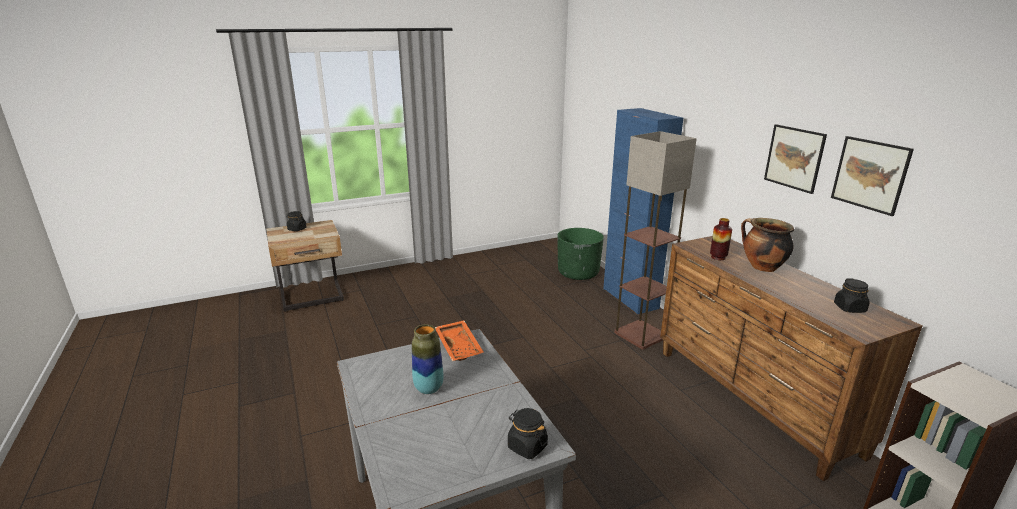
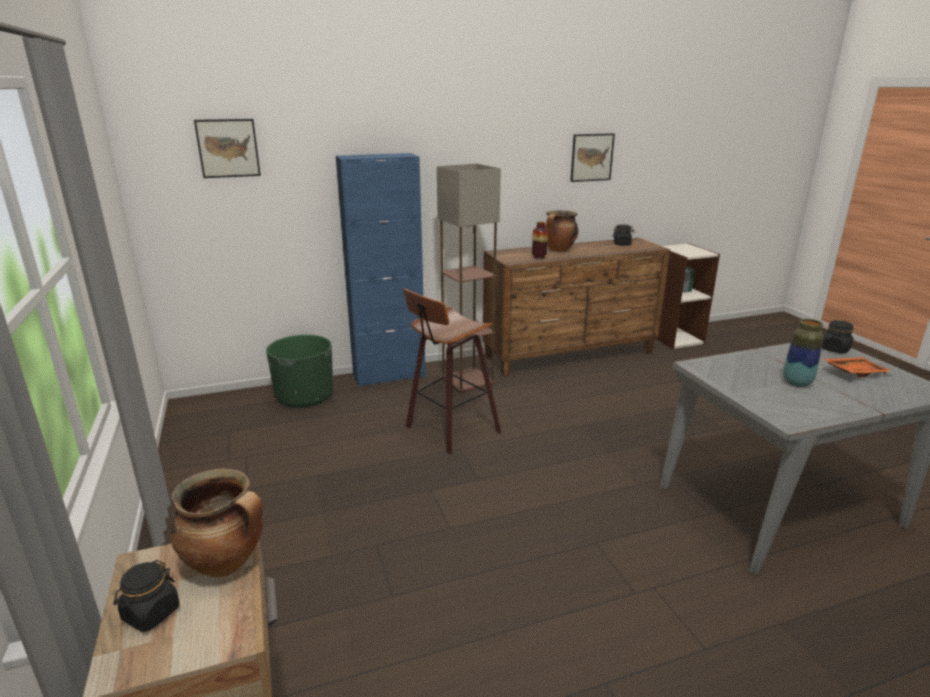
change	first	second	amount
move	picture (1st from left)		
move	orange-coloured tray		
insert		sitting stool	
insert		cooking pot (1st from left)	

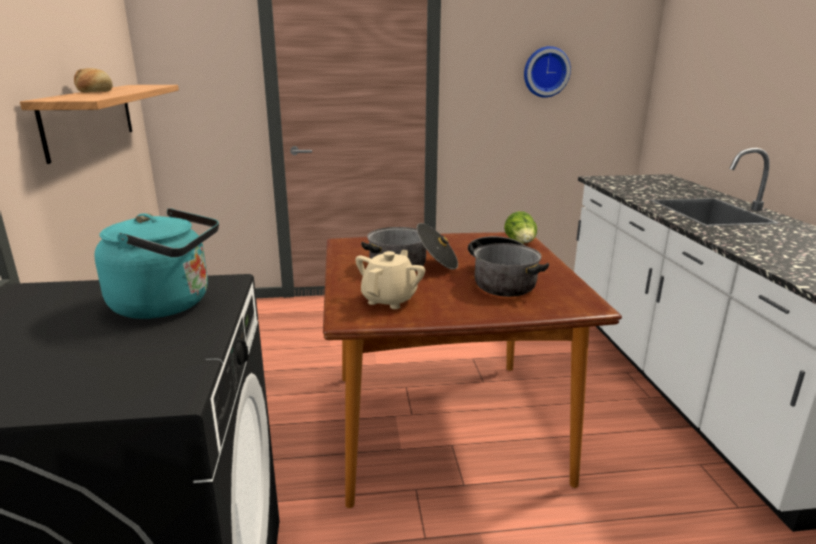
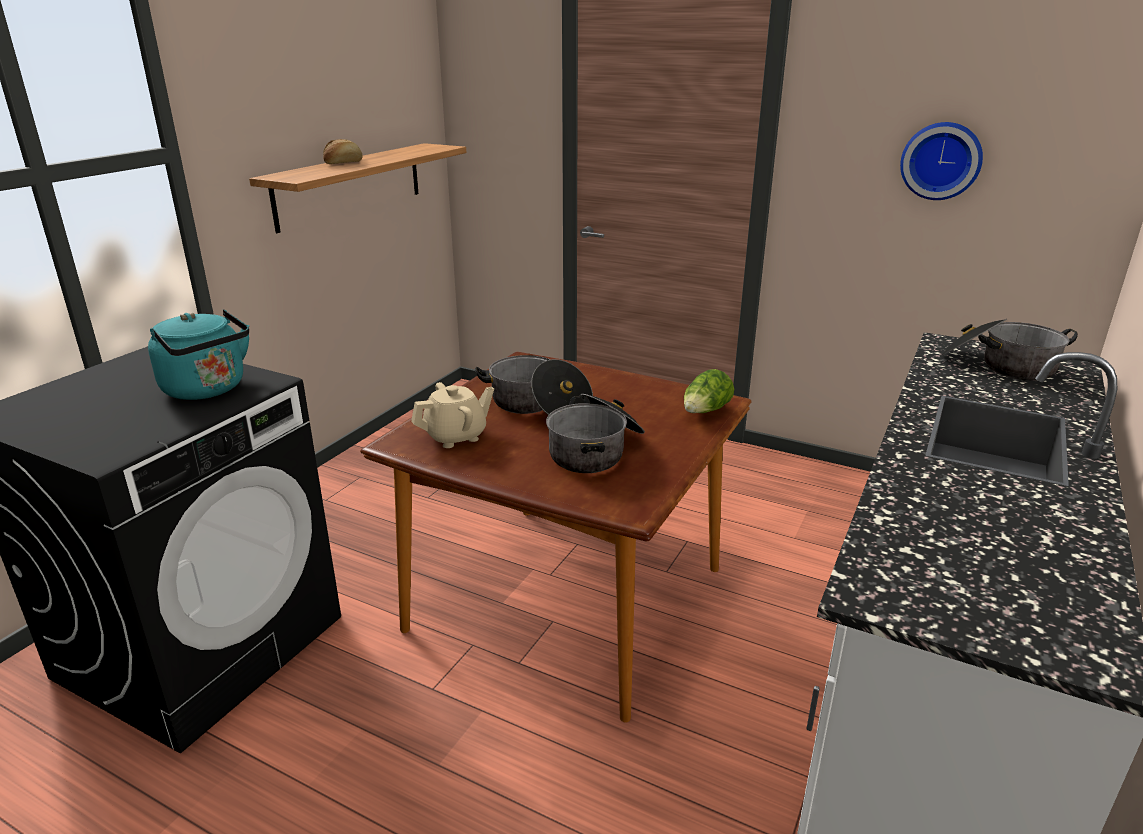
change	first	second	amount
insert		cooking pot (3rd from left)	

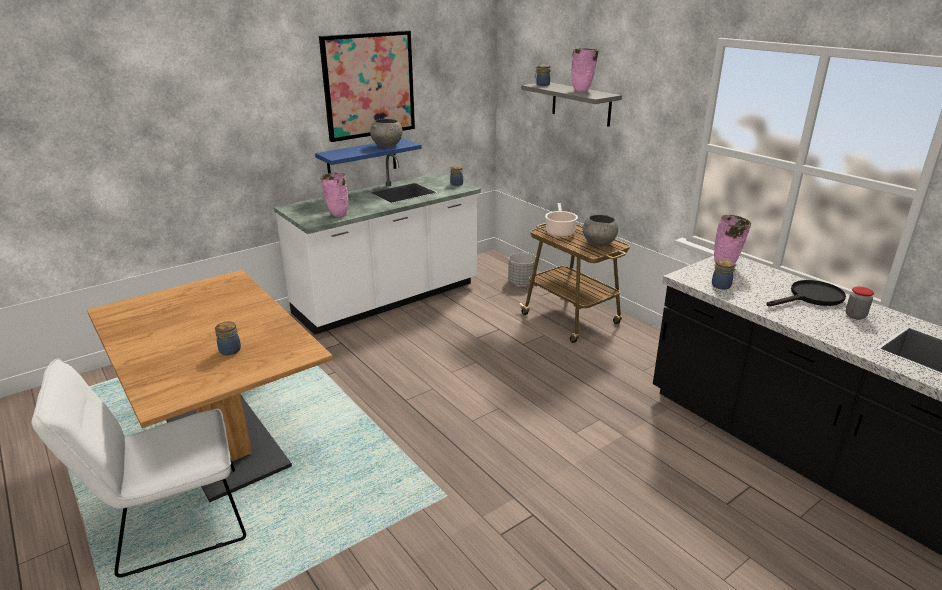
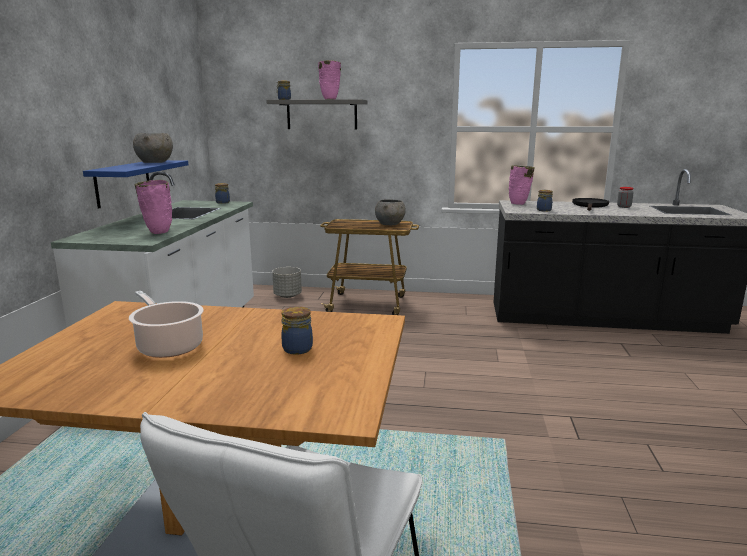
change	first	second	amount
delete	picture		
move	cooking pot		

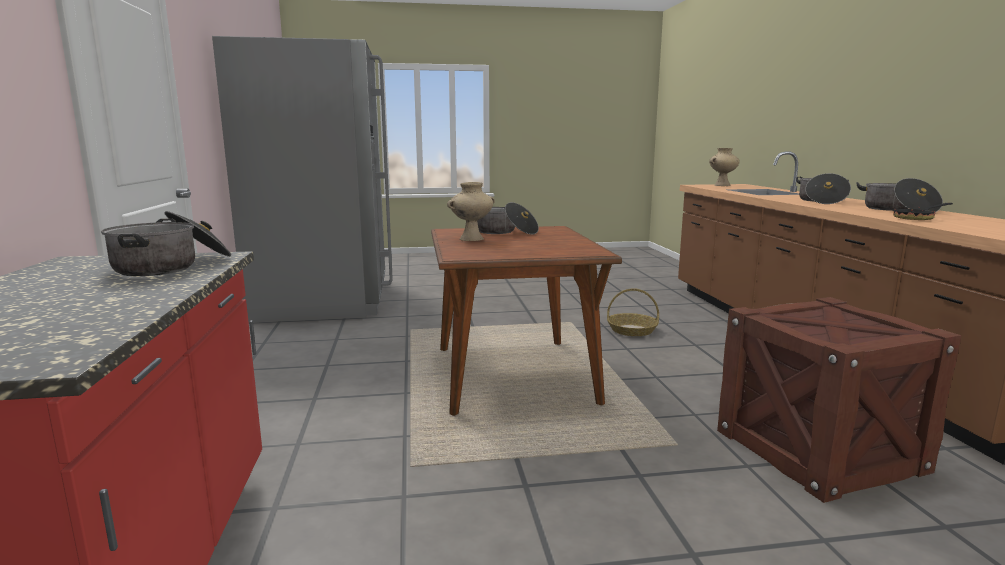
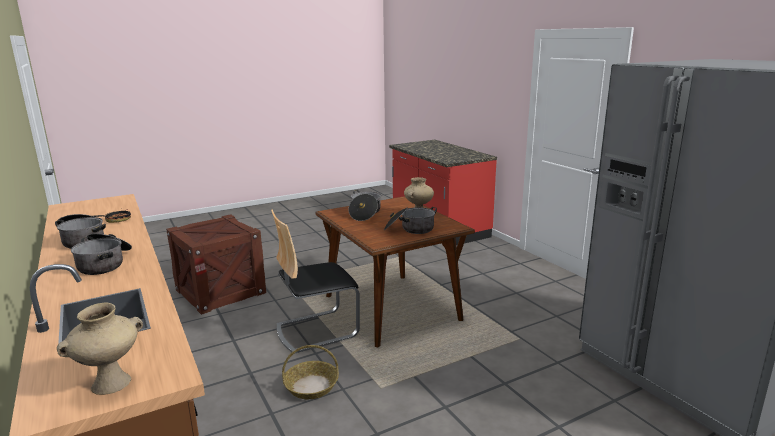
change	first	second	amount
move	cooking pot (1st from left in the first image)	cooking pot (3rd from left)	
insert		upright chair	

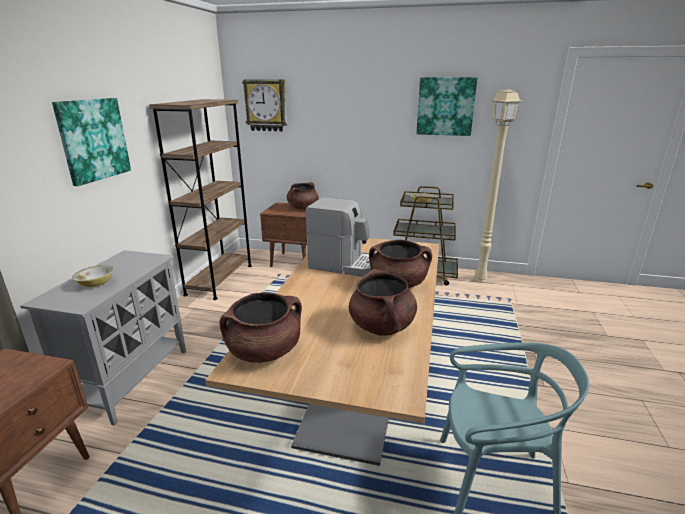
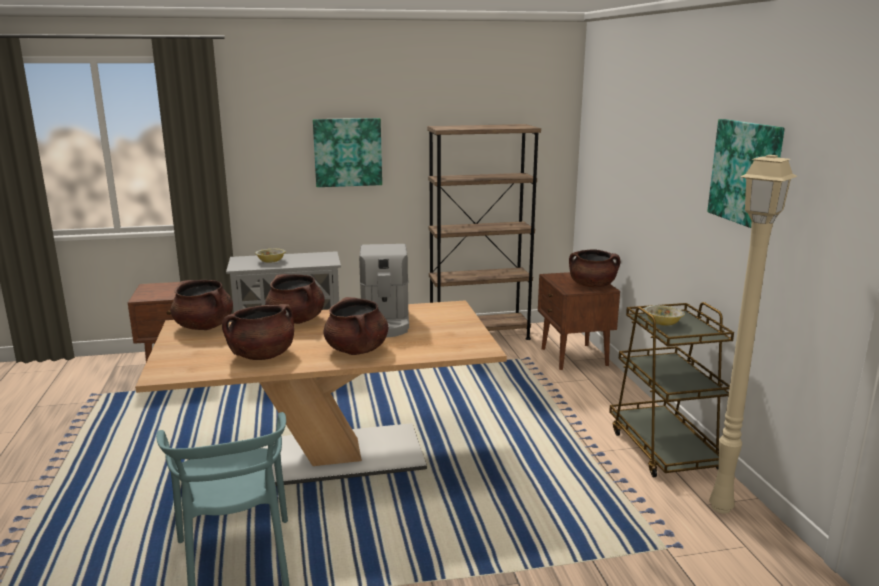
change	first	second	amount
delete	clock on the wall		
insert		brown-coloured cooking pot (3rd from left)	

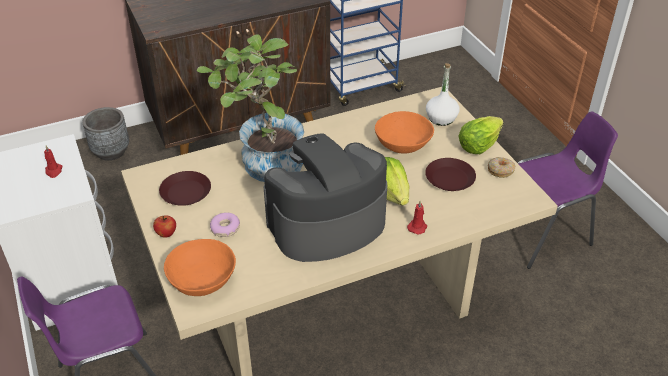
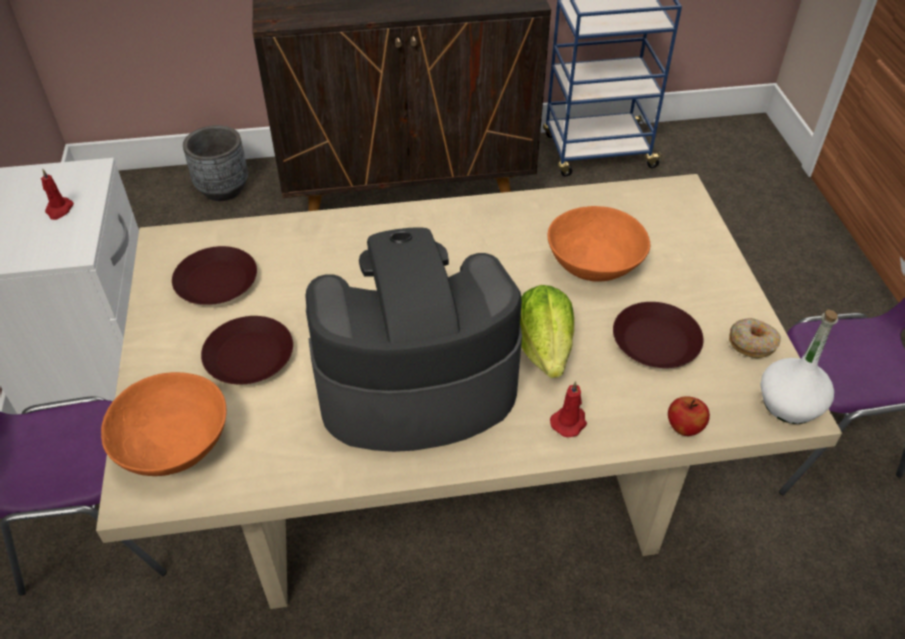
change	first	second	amount
delete	potted plant		
move	whitish drink bottle		
delete	head of lettuce (2nd from left)		
replace	donut (1st from left)	brown-coloured plate (2nd from left)	
move	whole apple		

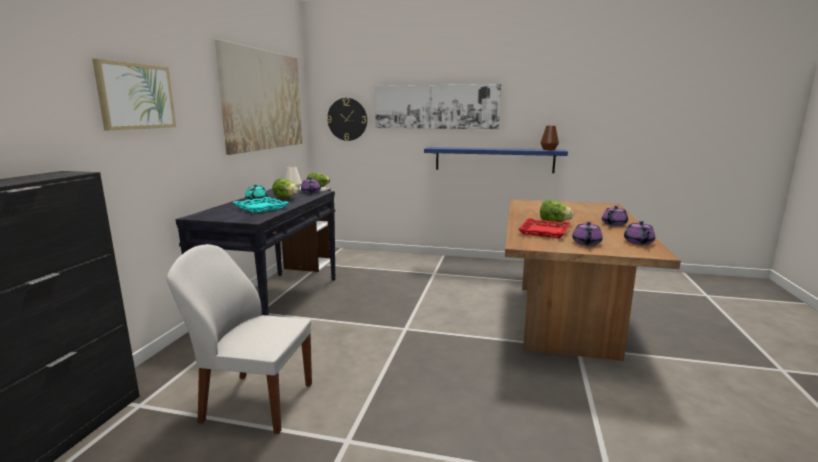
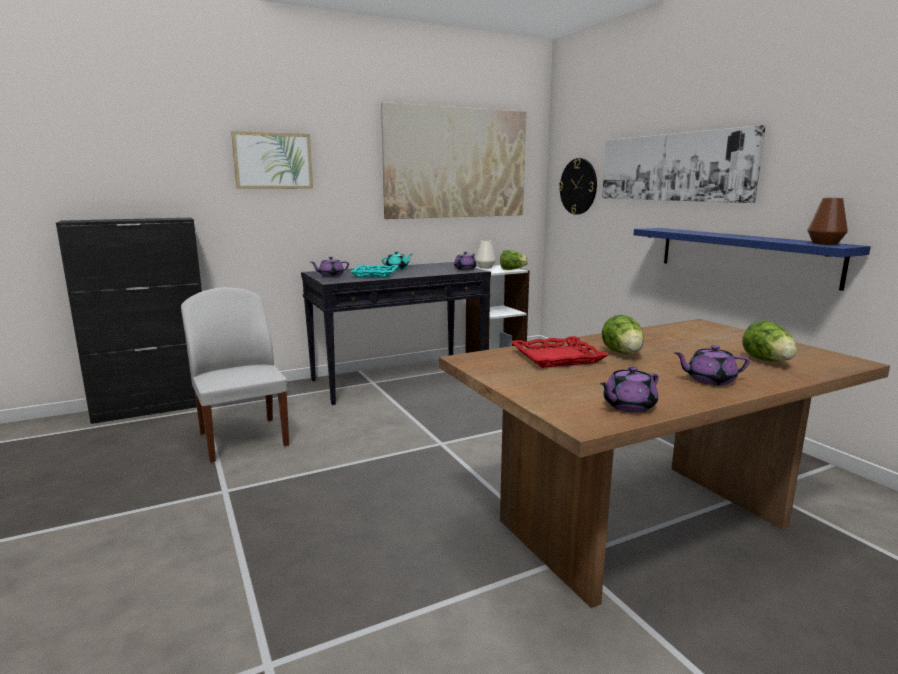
change	first	second	amount
move	head of lettuce (1st from left in the first image)	head of lettuce (3rd from left)	
move	purplish tea pot (2nd from left in the first image)	purplish tea pot (1st from left)	

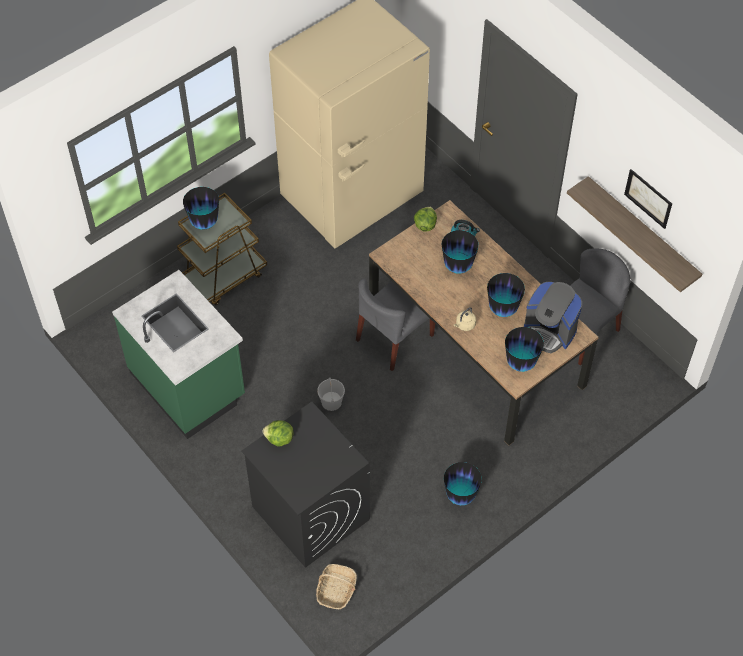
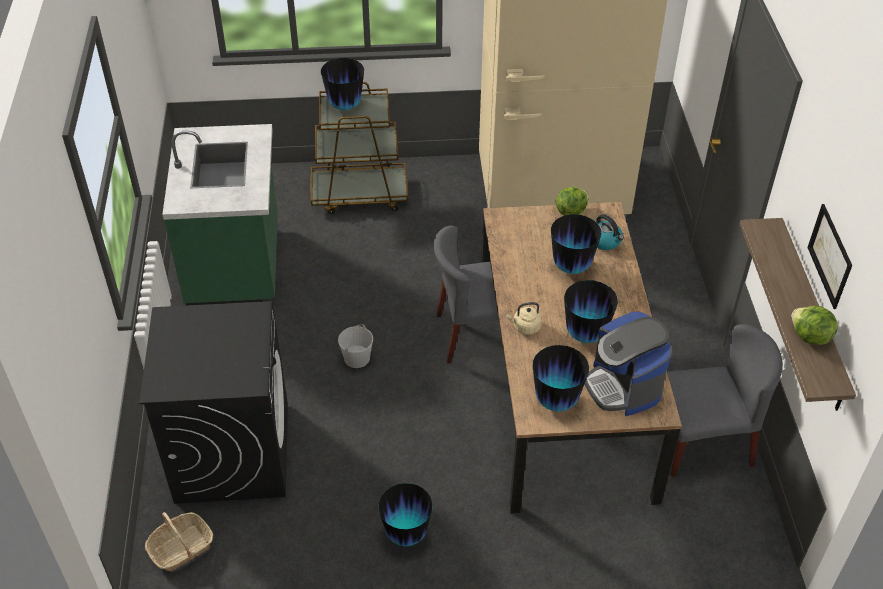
change	first	second	amount
move	head of lettuce (1st from left in the first image)	head of lettuce (2nd from left)	

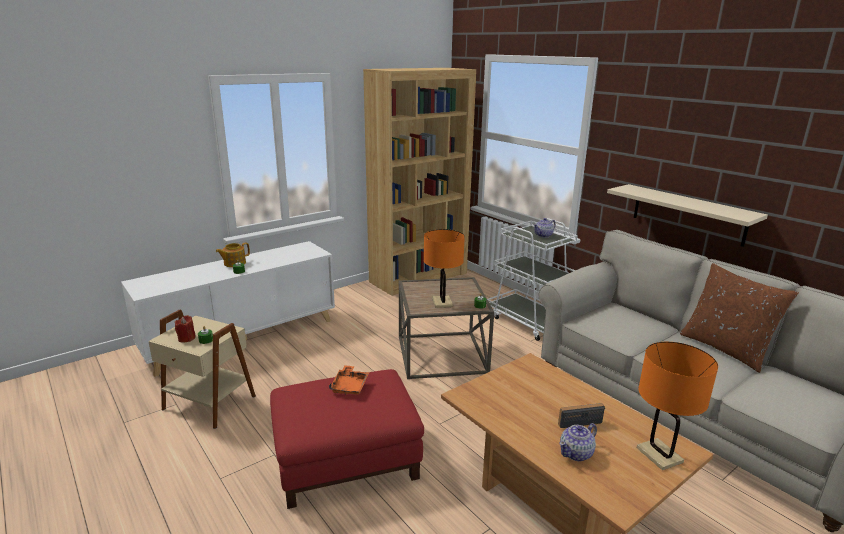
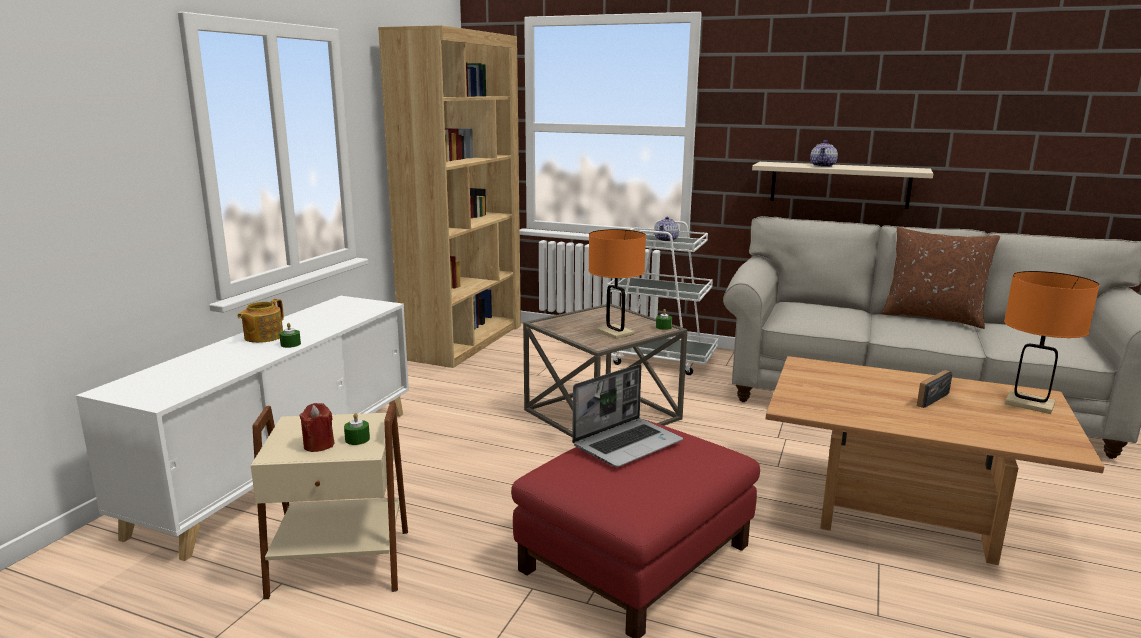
change	first	second	amount
replace	orange-coloured tray	portable computer	
move	tea pot (3rd from left)		

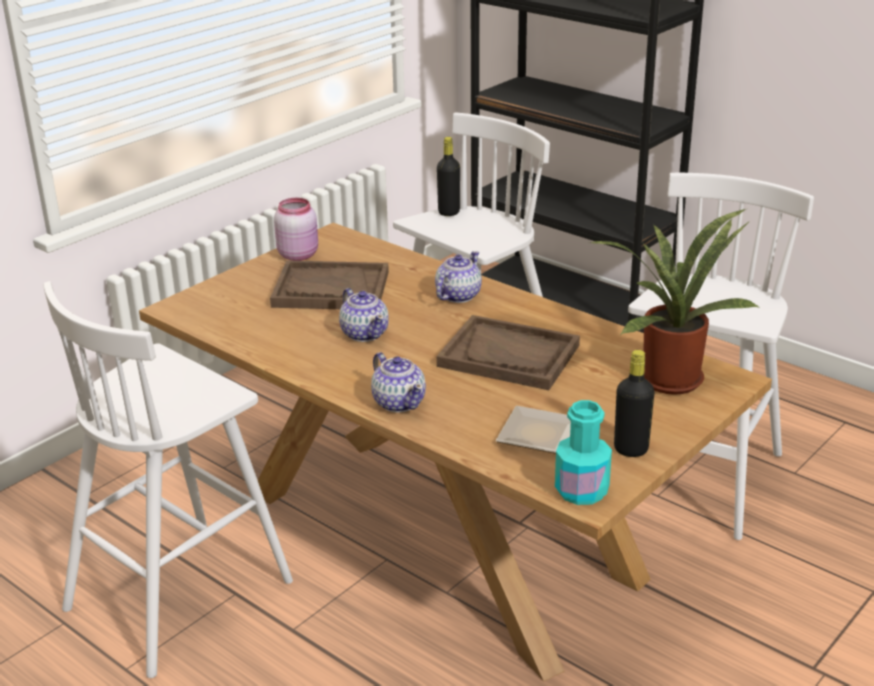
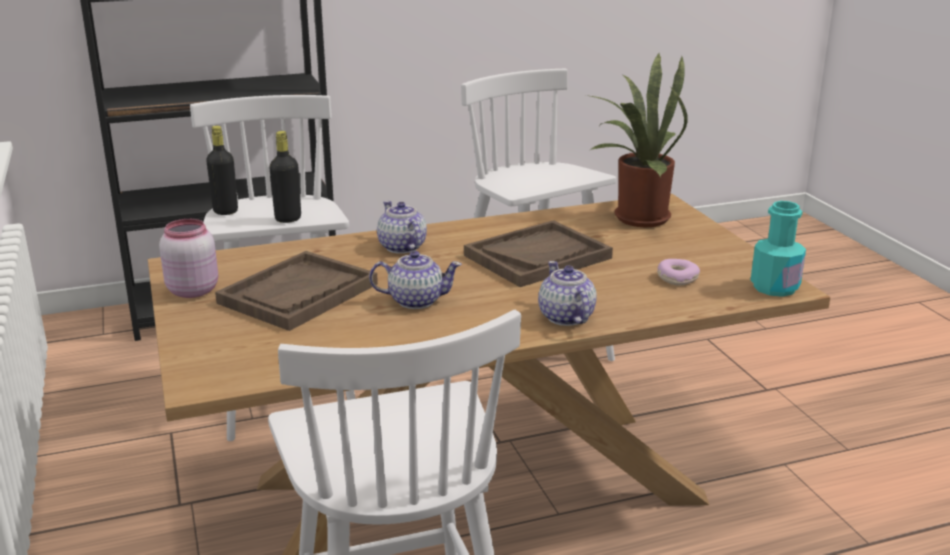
change	first	second	amount
move	blackish drink bottle (2nd from left)		
rotate	tea pot (2nd from left in the first image)	tea pot (3rd from left)	105 degrees counterclockwise
replace	plate	donut	

